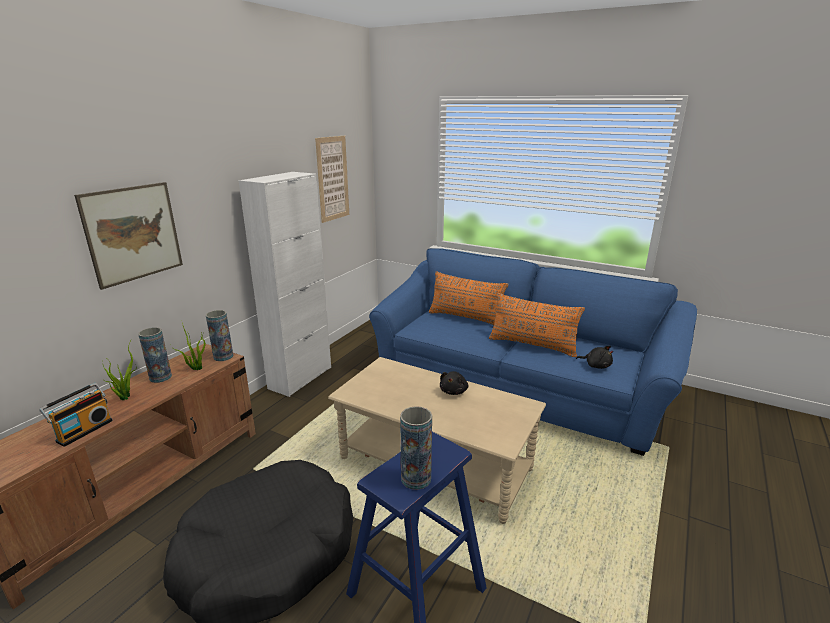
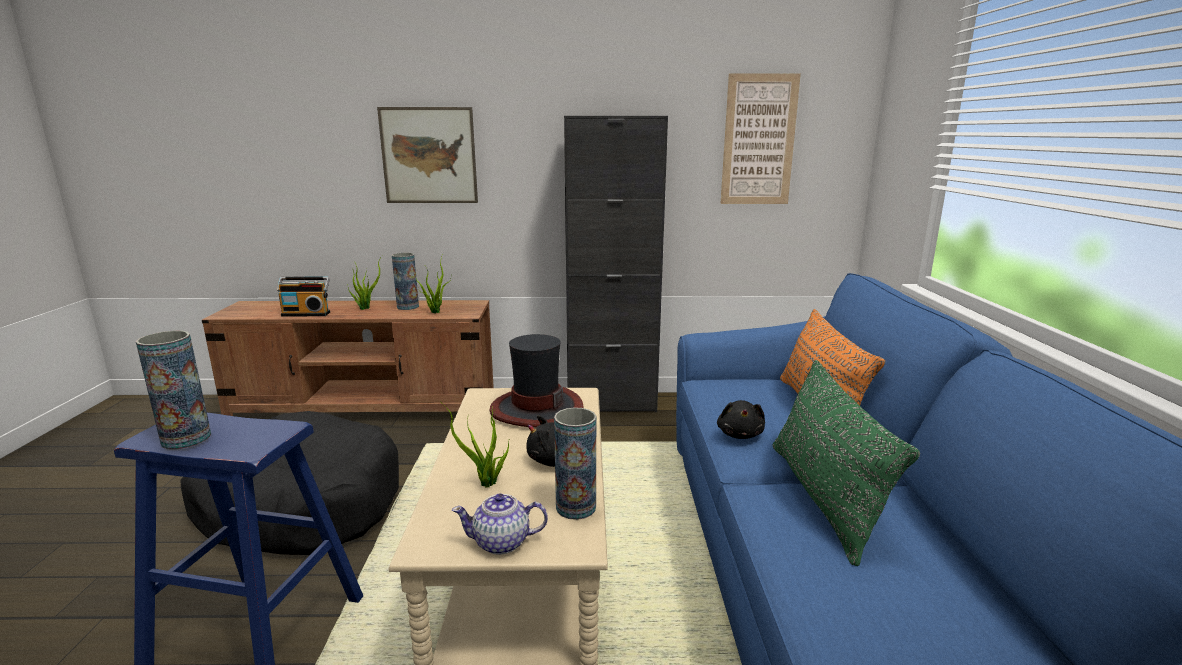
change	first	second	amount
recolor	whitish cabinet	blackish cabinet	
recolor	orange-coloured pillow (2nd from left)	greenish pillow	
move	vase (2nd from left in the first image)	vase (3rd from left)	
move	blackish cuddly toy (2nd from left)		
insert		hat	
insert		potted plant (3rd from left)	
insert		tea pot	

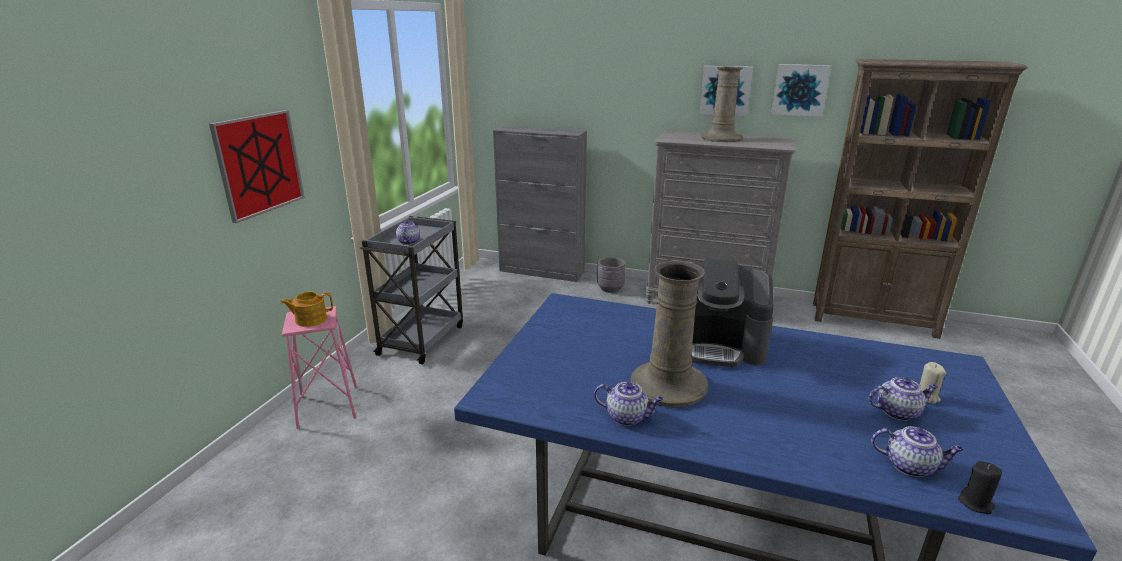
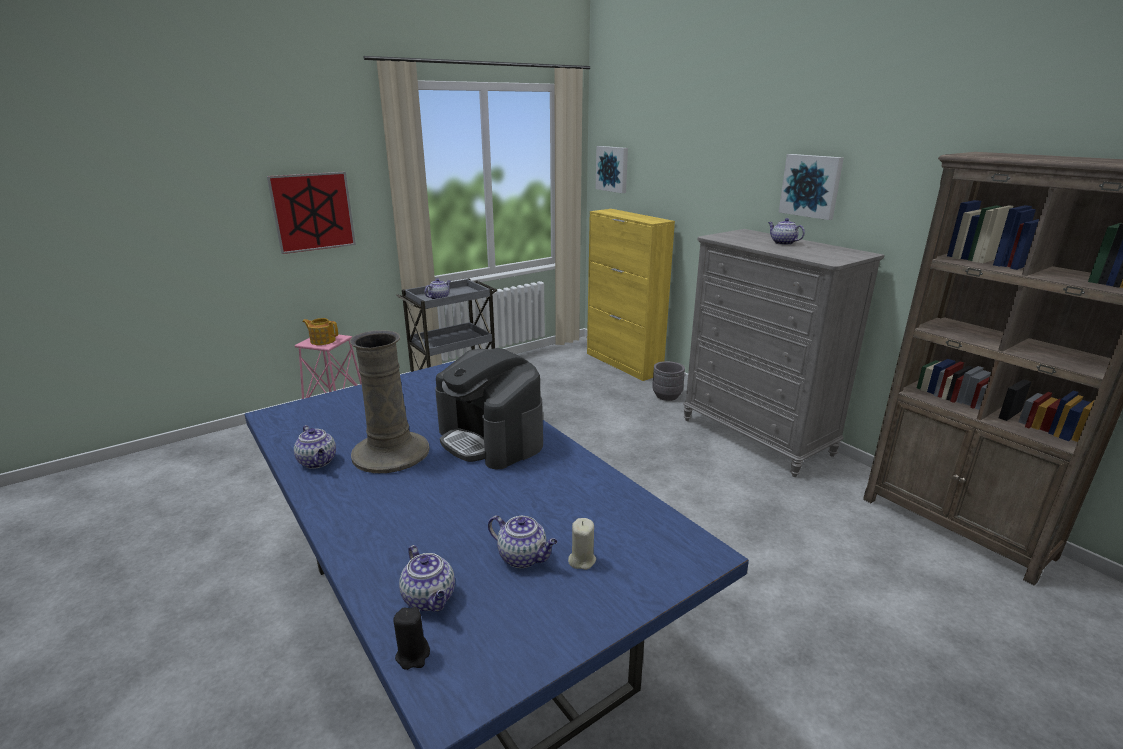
change	first	second	amount
move	picture (3rd from left in the first image)	picture (2nd from left)	
replace	sand-coloured vase (2nd from left)	tea pot (6th from left)	
recolor	grey cabinet	yellow-coloured cabinet	

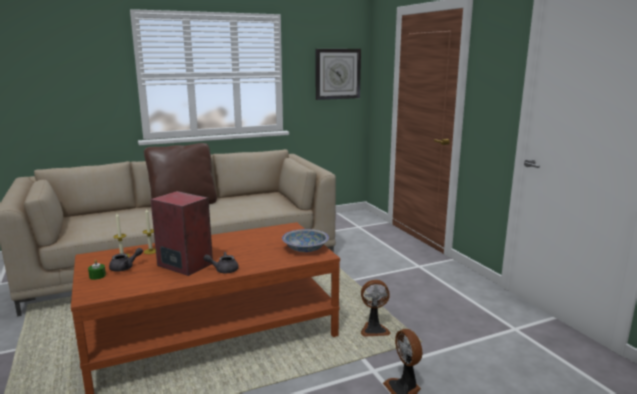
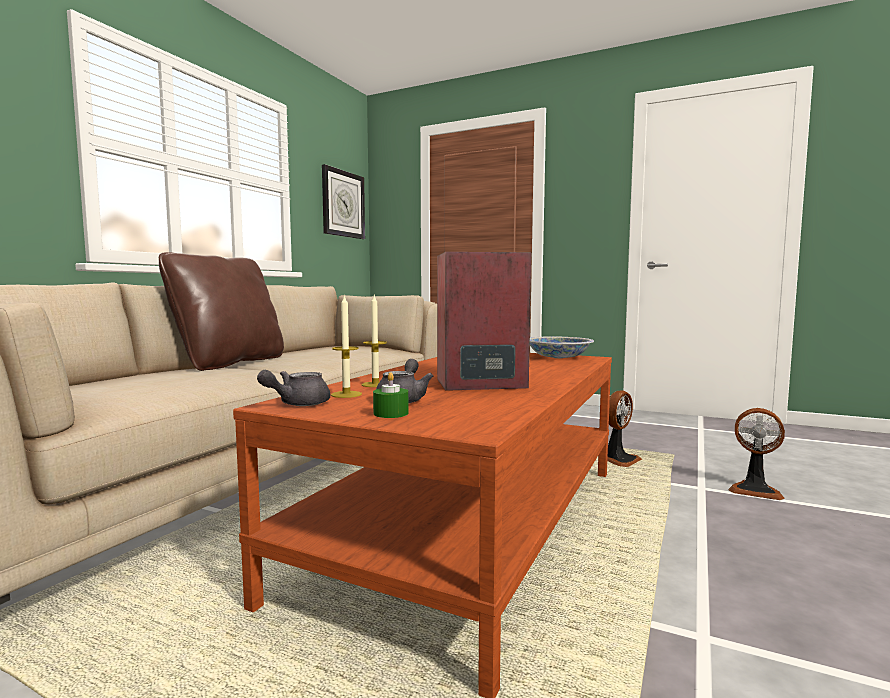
change	first	second	amount
move	grey tea pot (2nd from left in the first image)	grey tea pot (1st from left)	

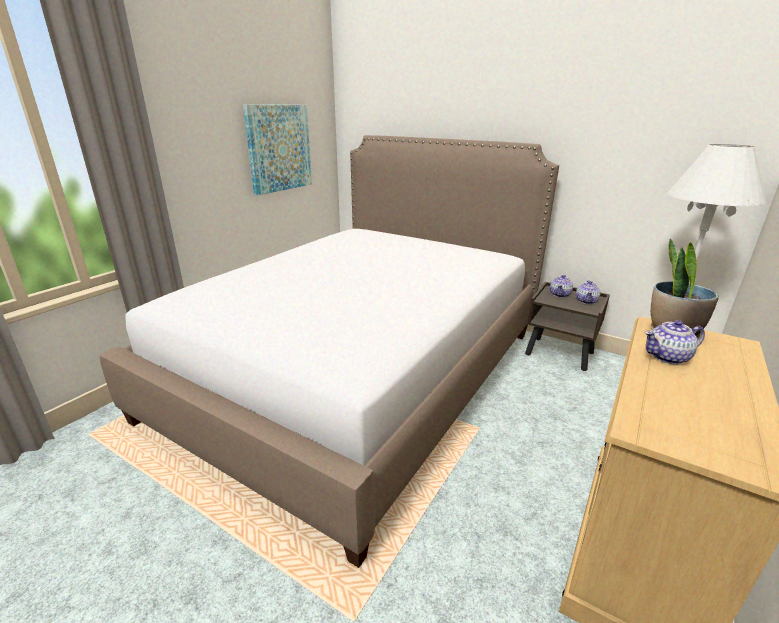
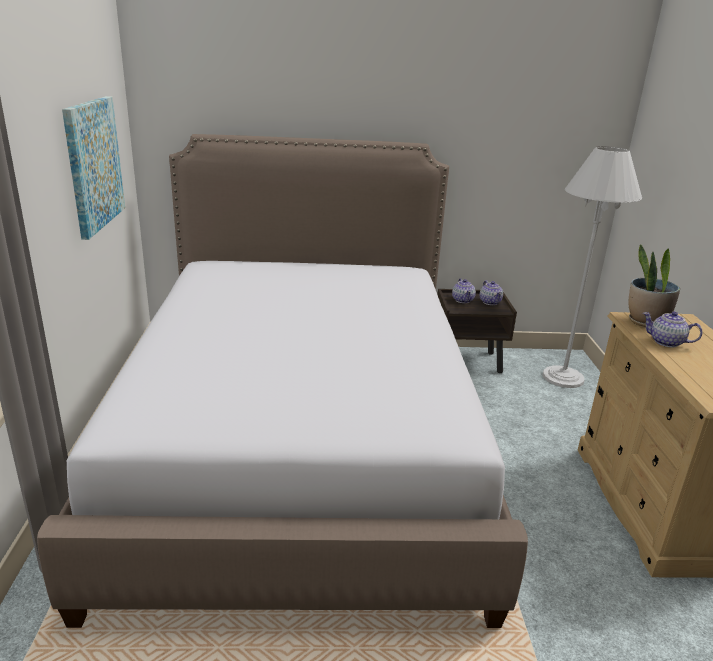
change	first	second	amount
rotate	tea pot (3rd from left)		75 degrees clockwise

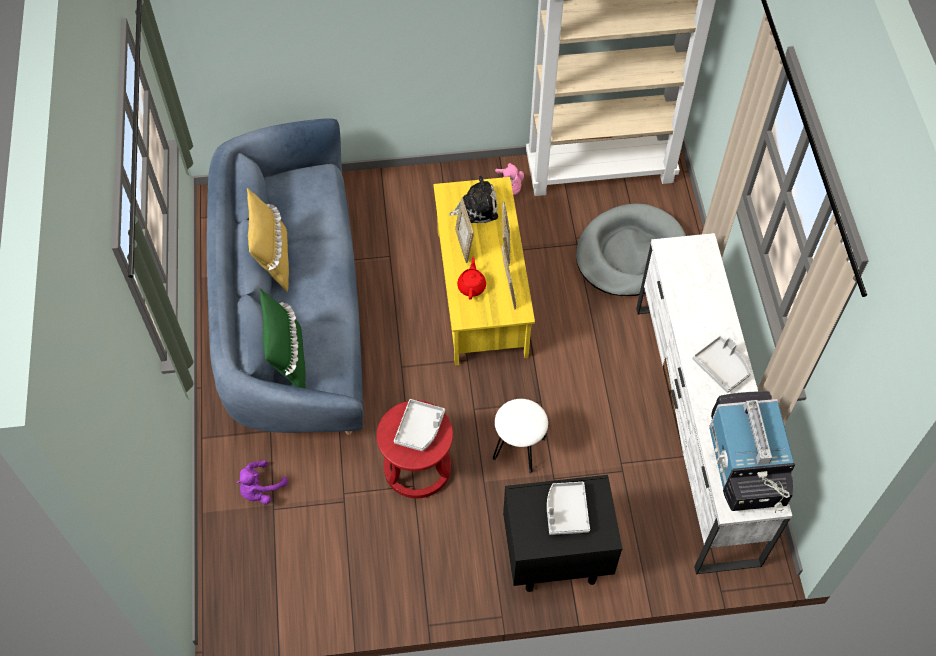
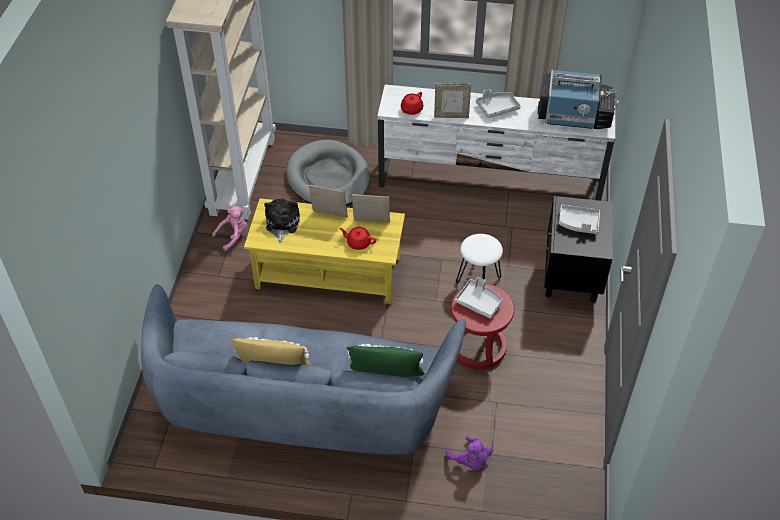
change	first	second	amount
move	photo frame (1st from left in the first image)	photo frame (3rd from left)	
insert		reddish tea pot (2nd from left)	

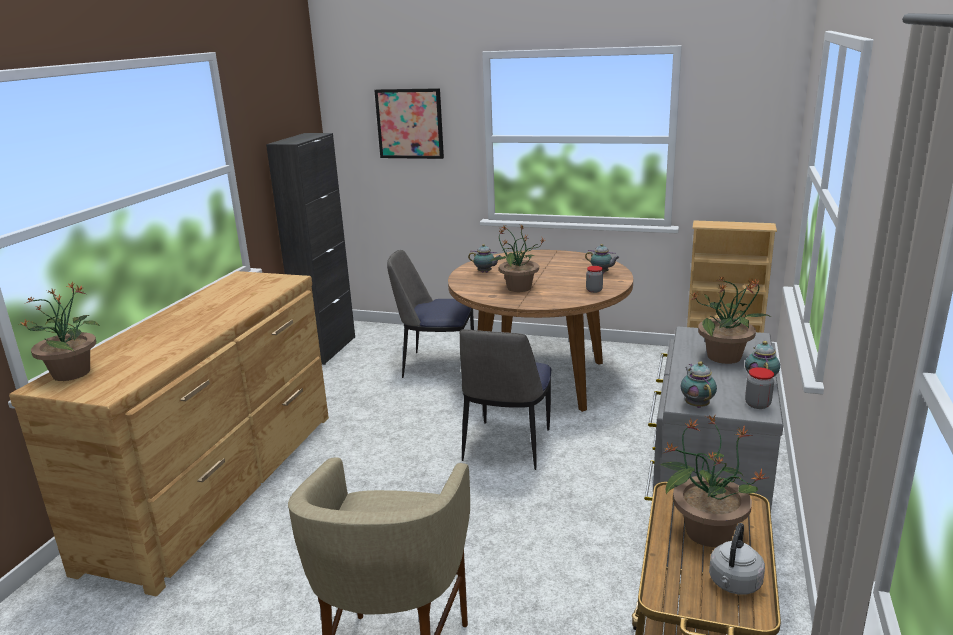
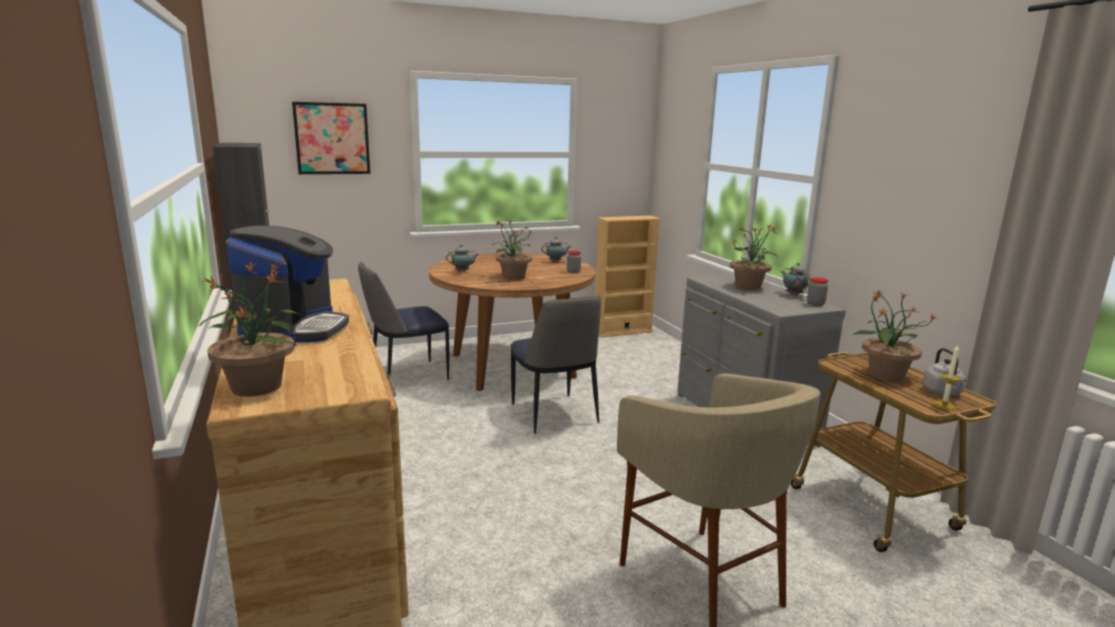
change	first	second	amount
delete	tea pot (3rd from left)		
insert		coffee brewer	
insert		wax light	

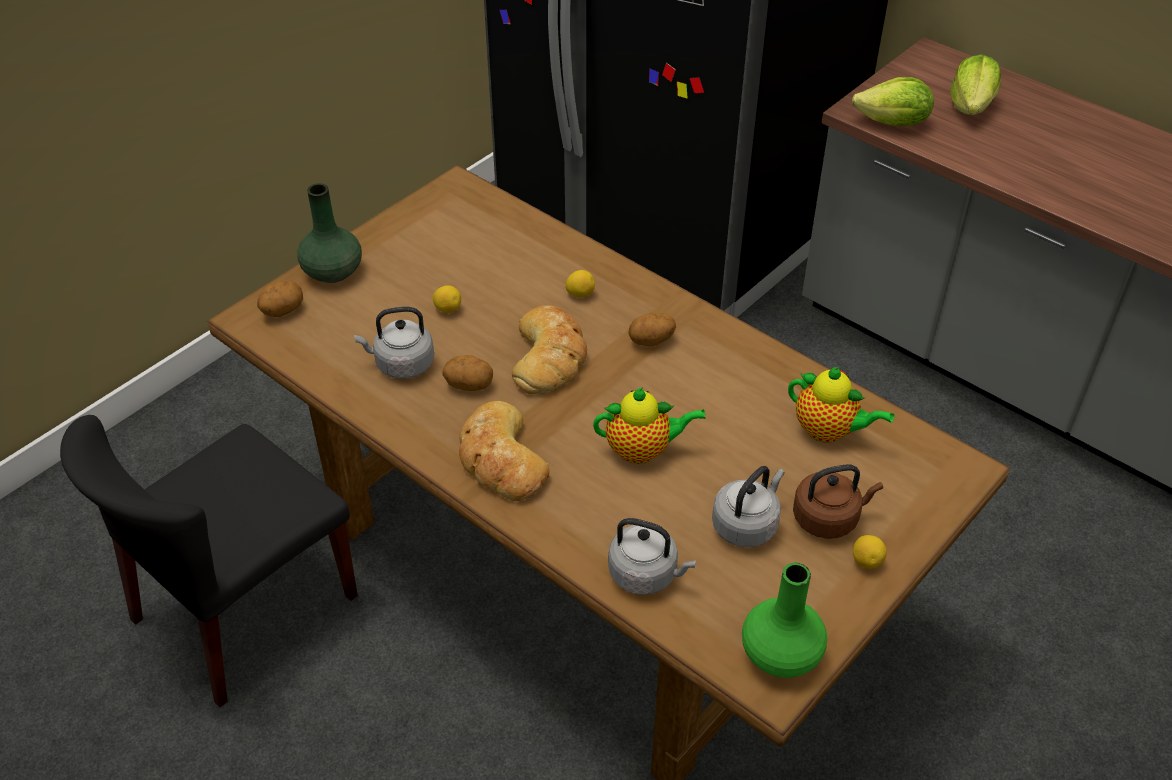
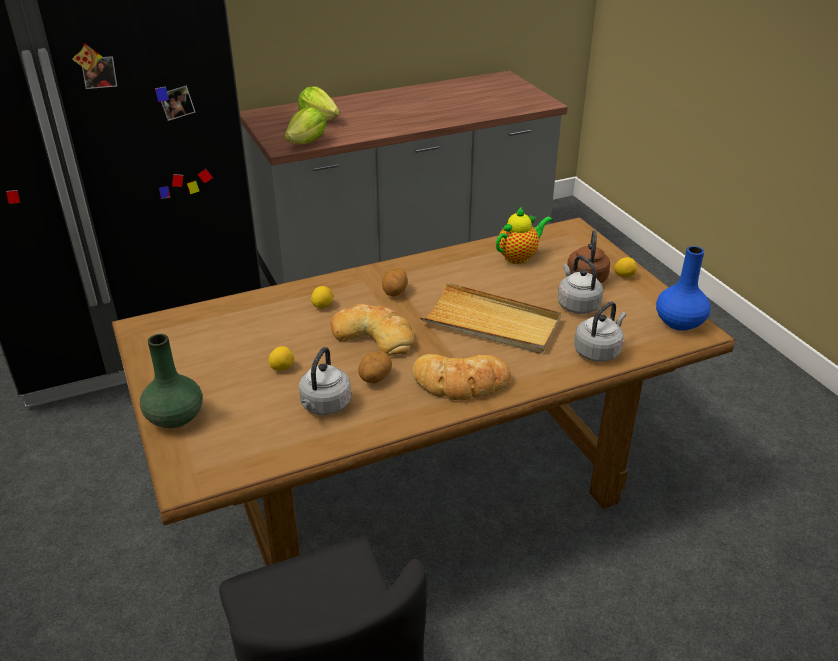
change	first	second	amount
delete	whole potato (1st from left)		
replace	tea pot (1st from left)	sand-coloured tray	
recolor	greenish vase (2nd from left)	blue vase	

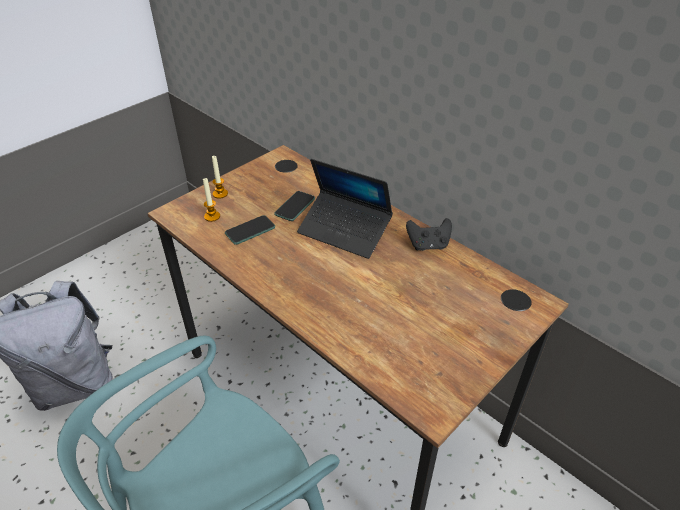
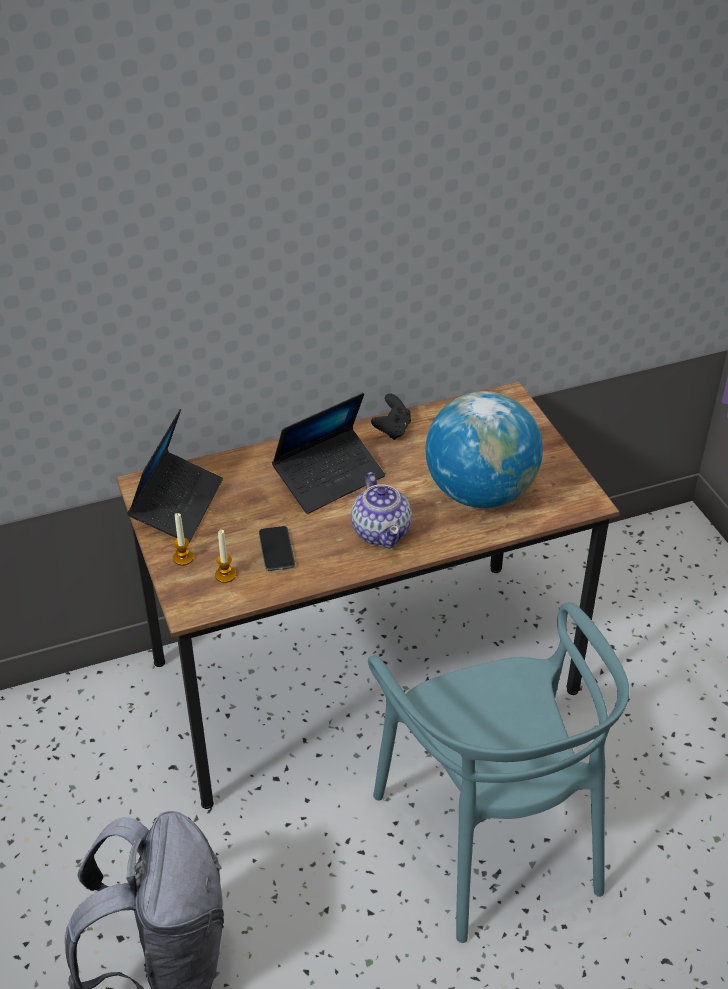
change	first	second	amount
delete	handset (2nd from left)		
insert		world globe	
insert		portable computer (1st from left)	
insert		tea pot	

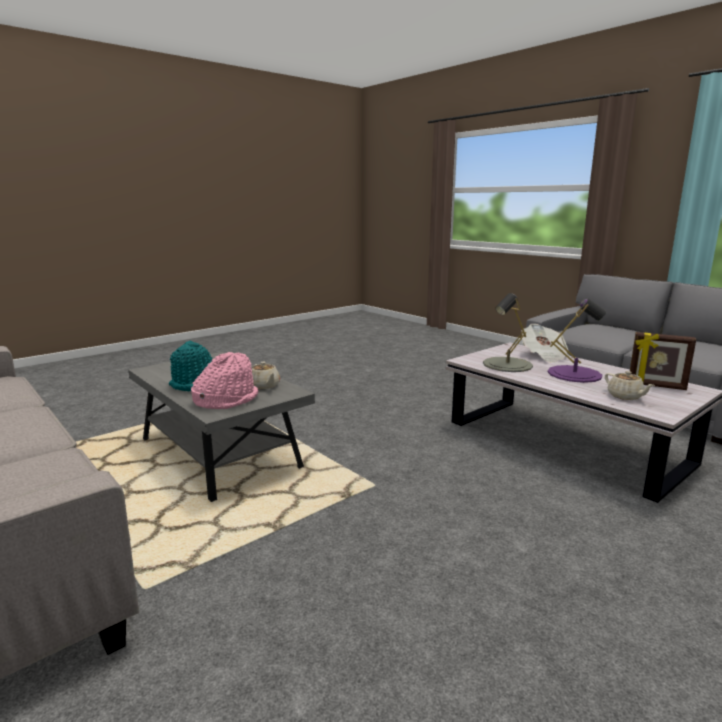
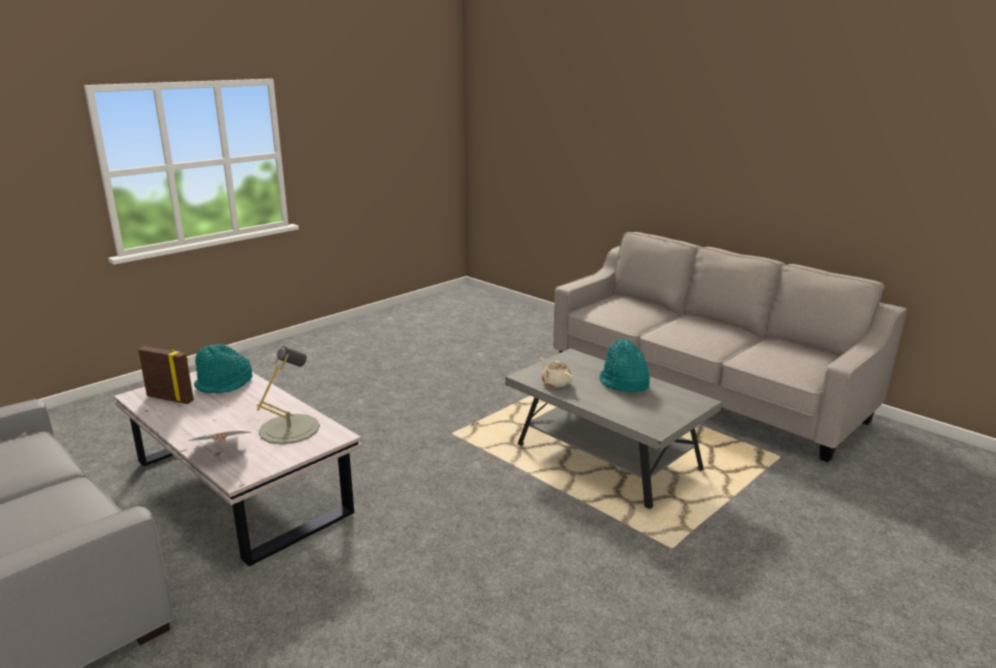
change	first	second	amount
delete	purplish table lamp		
delete	pink hat		
replace	sand-coloured tea pot (2nd from left)	turquoise hat (1st from left)	

